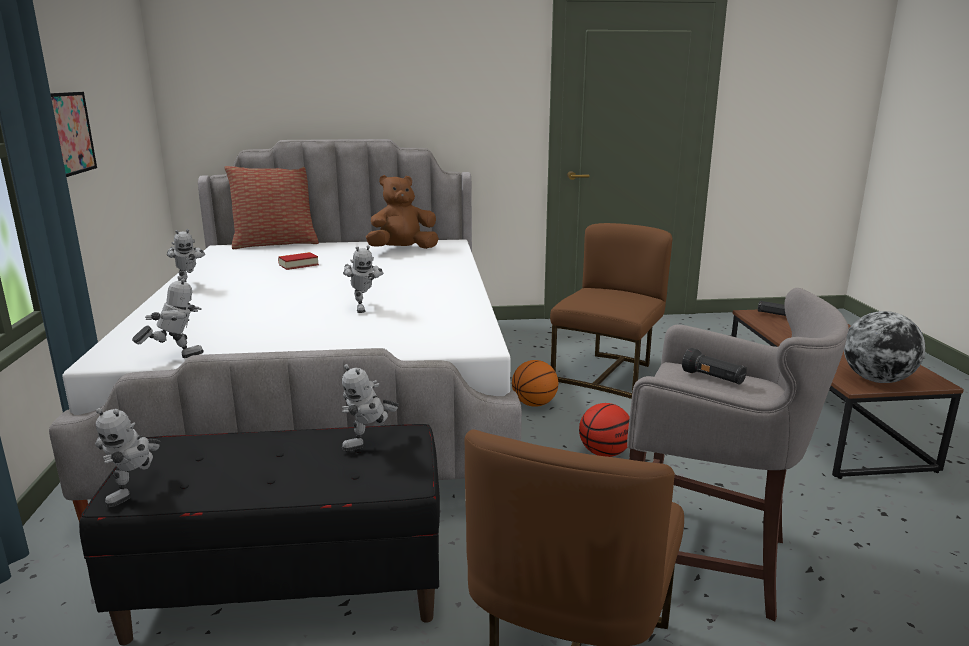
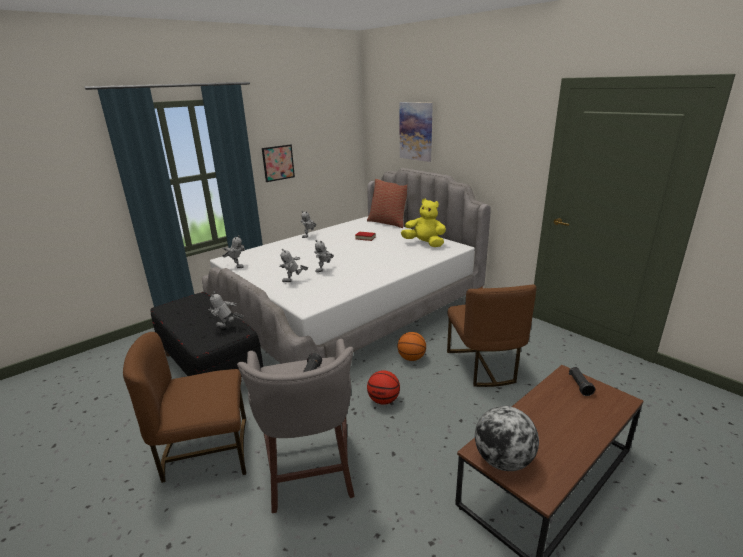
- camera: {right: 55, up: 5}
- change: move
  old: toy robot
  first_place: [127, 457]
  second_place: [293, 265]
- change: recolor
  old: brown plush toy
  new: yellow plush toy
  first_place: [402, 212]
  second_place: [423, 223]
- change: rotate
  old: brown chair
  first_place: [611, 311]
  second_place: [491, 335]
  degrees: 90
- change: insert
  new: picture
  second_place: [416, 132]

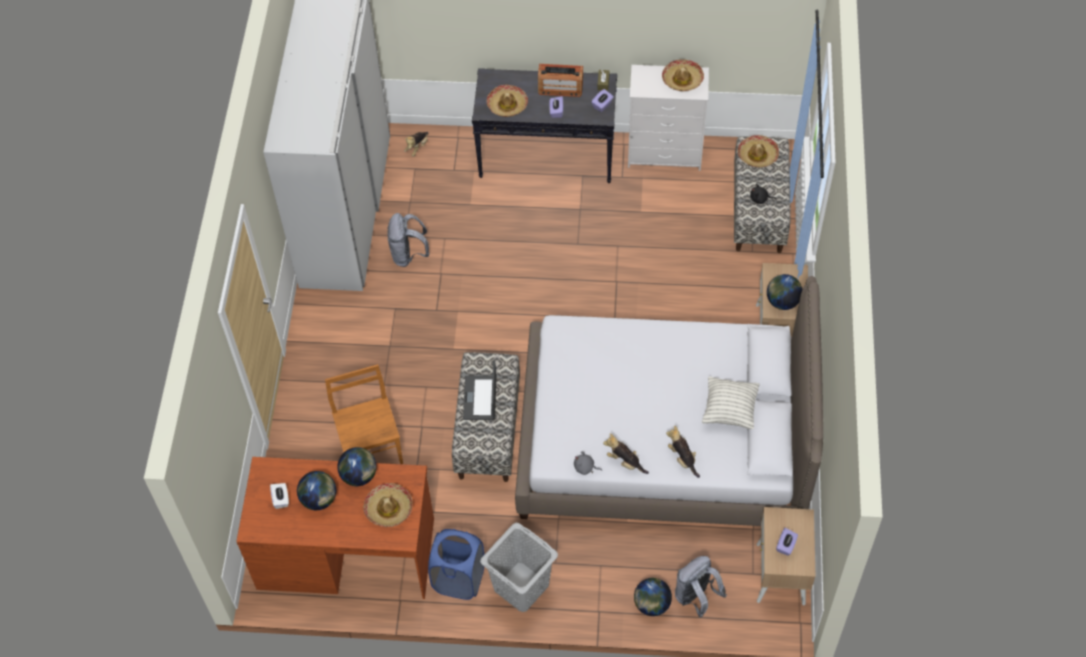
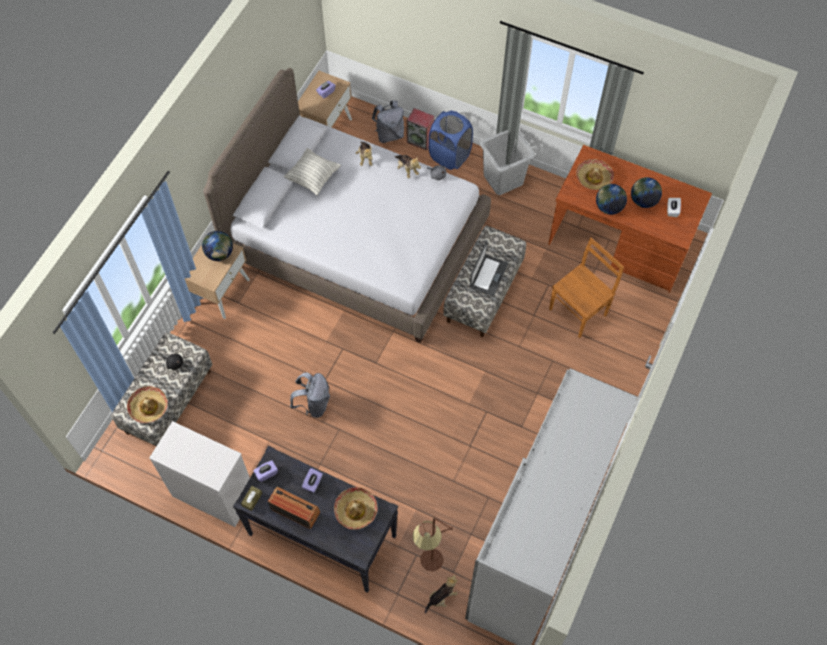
- camera: {right: -160, up: 5}
- change: rotate
  old: brown chair
  first_place: [364, 414]
  second_place: [586, 288]
  degrees: -135
- change: move
  old: grey backpack
  first_place: [408, 240]
  second_place: [310, 395]
- change: move
  old: blue laundry basket
  first_place: [456, 564]
  second_place: [451, 140]
- change: replace
  old: globe
  new: speaker
  first_place: [653, 597]
  second_place: [420, 129]
- change: delete
  old: hat
  first_place: [683, 75]
- change: insert
  new: brown floor lamp
  second_place: [433, 544]

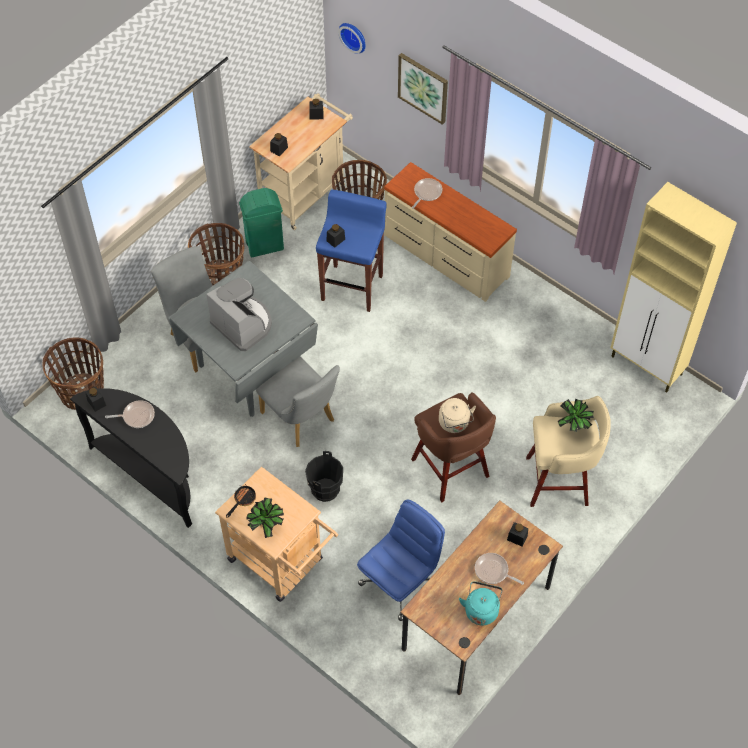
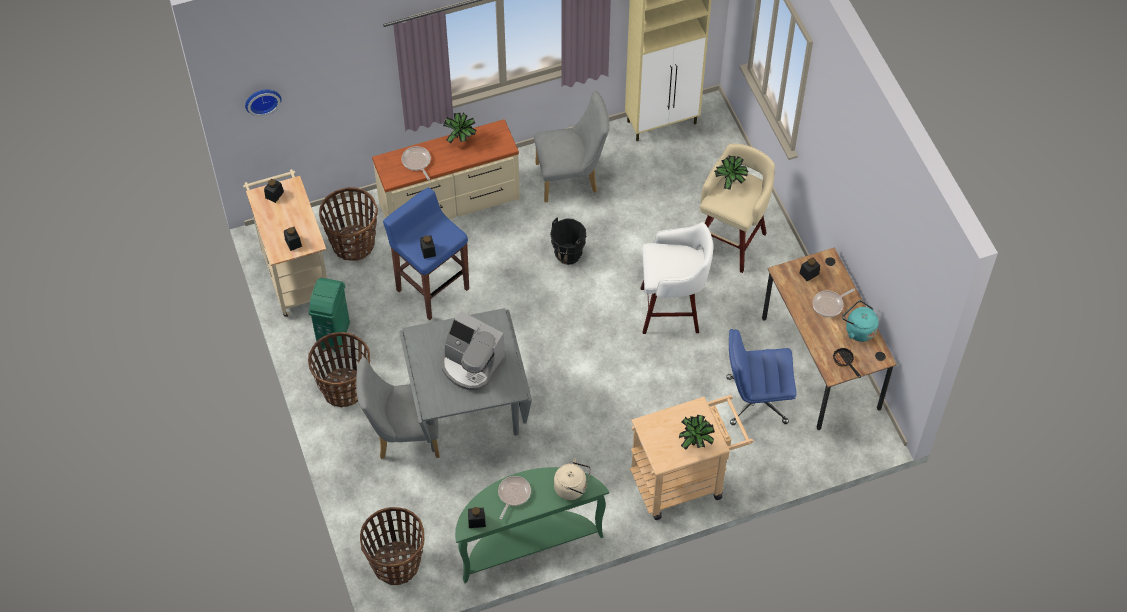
- camera: {right: -60, up: 0}
- change: recolor
  old: black console table
  new: green console table
  first_place: [131, 458]
  second_place: [532, 525]
- change: rotate
  old: coffee machine
  first_place: [239, 314]
  second_place: [473, 351]
  degrees: -135
- change: move
  old: frying pan
  first_place: [241, 501]
  second_place: [846, 363]
- change: move
  old: grey chair
  first_place: [298, 402]
  second_place: [571, 146]
- change: move
  old: black bucket
  first_place: [324, 476]
  second_place: [568, 241]
- change: rotate
  old: blue office chair
  first_place: [401, 560]
  second_place: [761, 377]
  degrees: -75
- change: delete
  old: picture
  first_place: [423, 89]
- change: recolor
  old: brown stool
  new: white stool
  first_place: [453, 447]
  second_place: [677, 278]
- change: move
  old: beige kettle
  first_place: [457, 415]
  second_place: [572, 479]
- change: insert
  new: potted plant
  second_place: [460, 128]

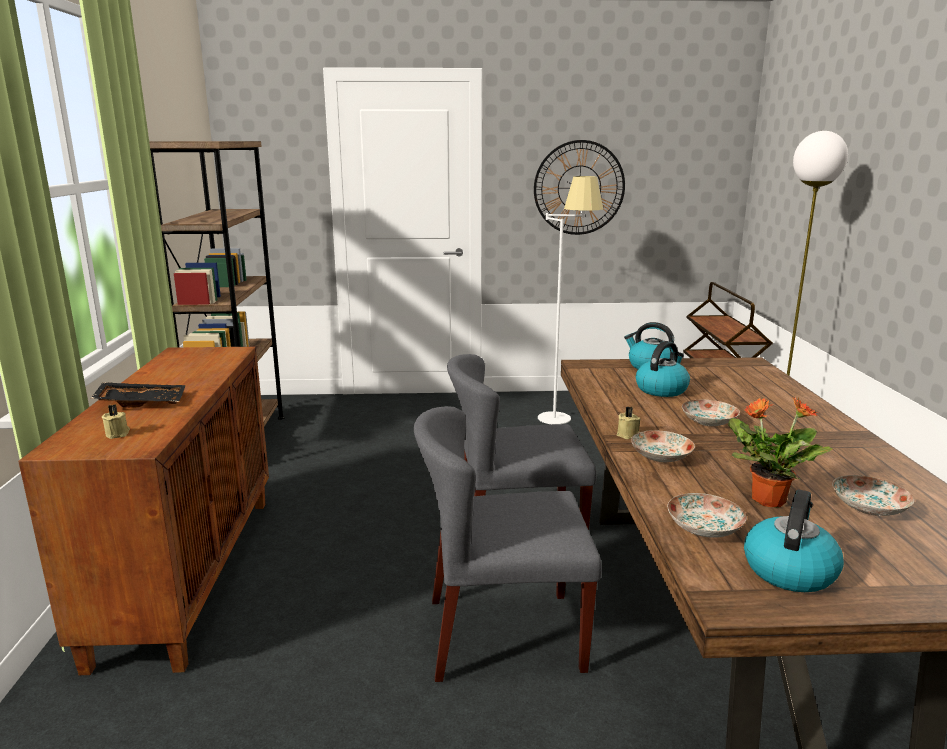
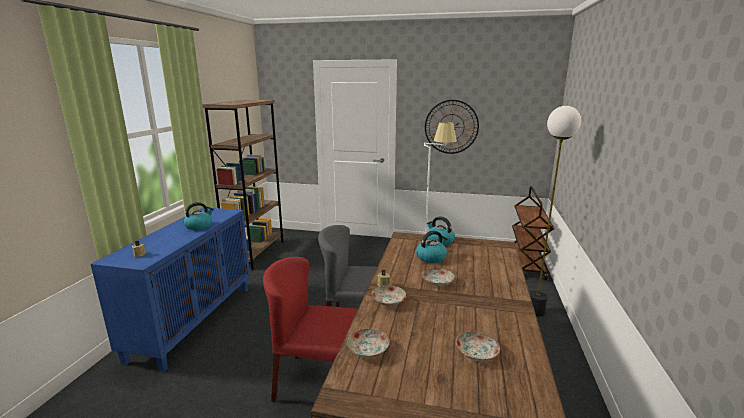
- camera: {right: 15, up: 0}
- change: recolor
  old: brown cabinet
  new: blue cabinet
  first_place: [143, 511]
  second_place: [170, 289]
- change: delete
  old: black tray
  first_place: [138, 395]
- change: recolor
  old: grey chair
  new: red chair
  first_place: [508, 544]
  second_place: [310, 329]
- change: delete
  old: potted plant
  first_place: [780, 452]
- change: move
  old: kettle
  first_place: [794, 540]
  second_place: [199, 216]

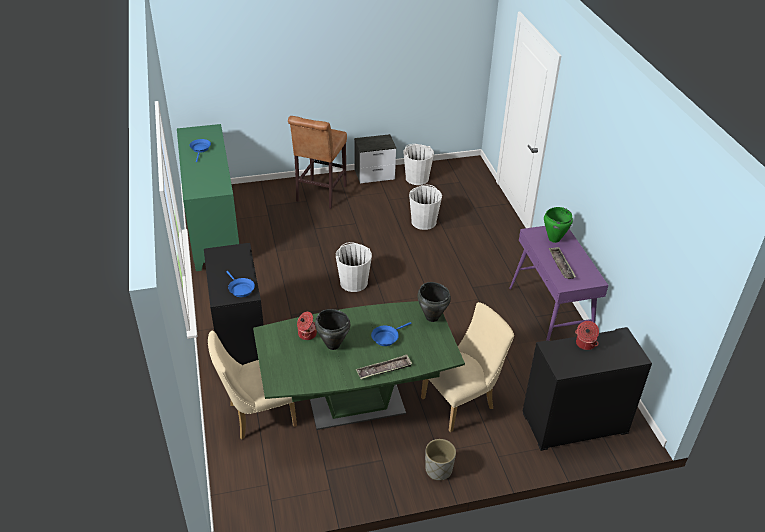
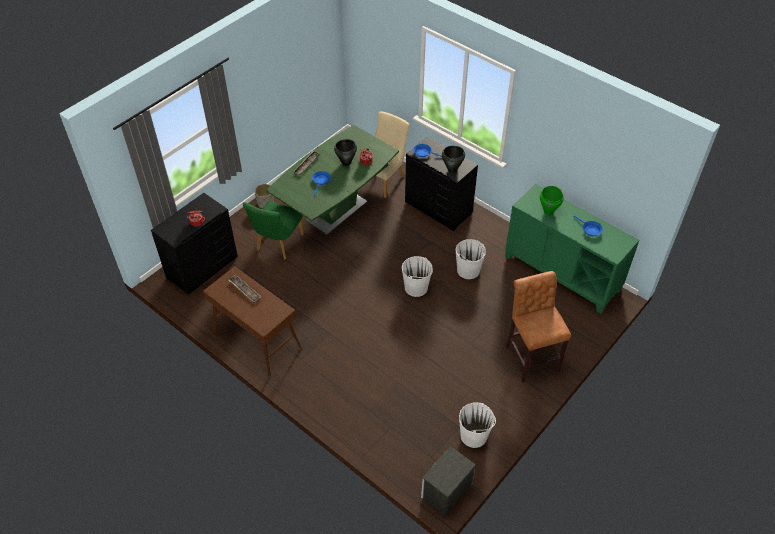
- camera: {right: 145, up: 10}
- change: move
  old: nightstand
  first_place: [375, 158]
  second_place: [448, 481]
- change: move
  old: white bucket
  first_place: [425, 207]
  second_place: [471, 259]
- change: move
  old: black cooking pot
  first_place: [434, 302]
  second_place: [453, 159]
- change: recolor
  old: beige chair
  new: green chair
  first_place: [467, 367]
  second_place: [273, 230]
- change: recolor
  old: purple console table
  new: brown console table
  first_place: [558, 283]
  second_place: [252, 321]
- change: move
  old: green cooking pot
  first_place: [558, 225]
  second_place: [552, 200]

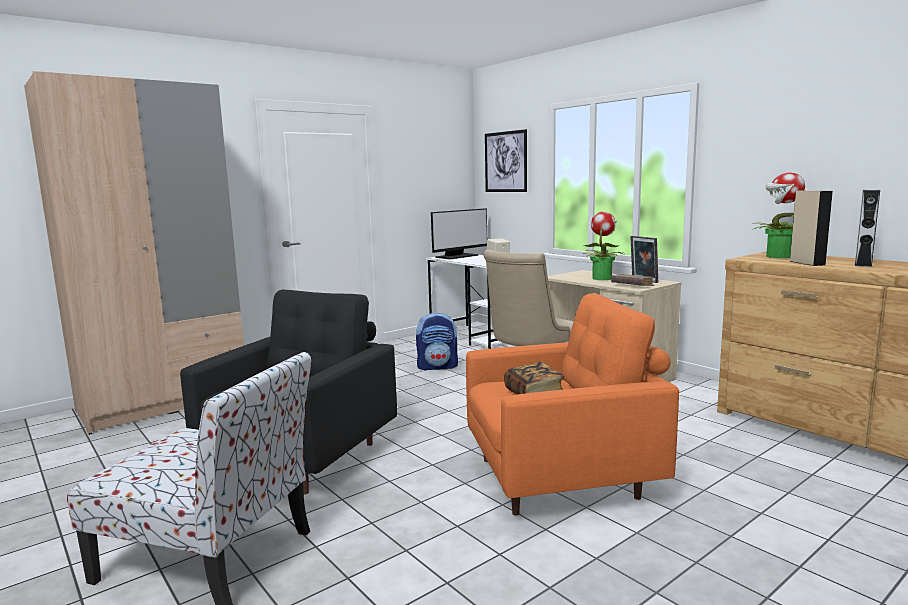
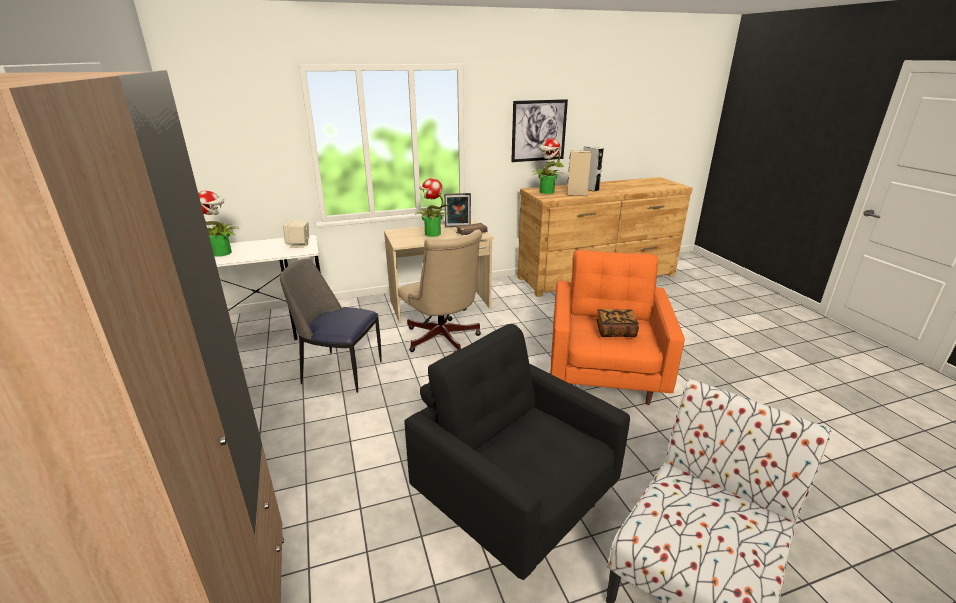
- camera: {right: -70, up: 15}
- change: replace
  old: backpack
  new: chair
  first_place: [437, 341]
  second_place: [331, 326]
- change: replace
  old: monitor
  new: potted plant
  first_place: [459, 233]
  second_place: [218, 224]
- change: move
  old: picture
  first_place: [506, 160]
  second_place: [539, 130]

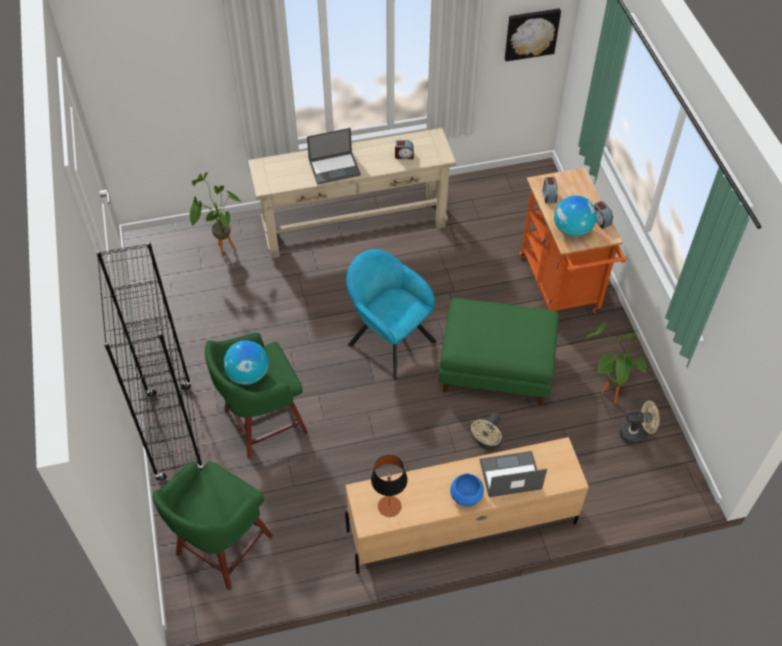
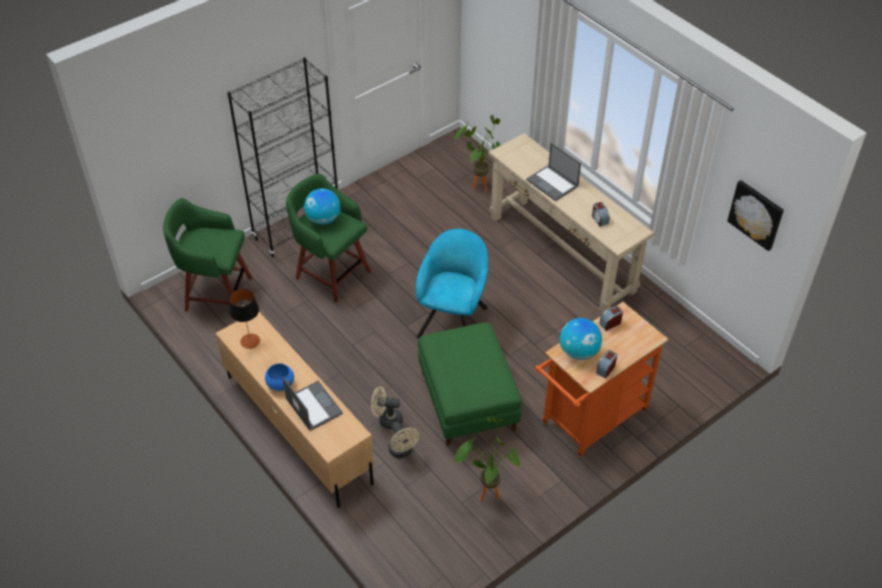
- camera: {right: 65, up: -5}
- change: move
  old: beige fan
  first_place: [640, 422]
  second_place: [403, 440]

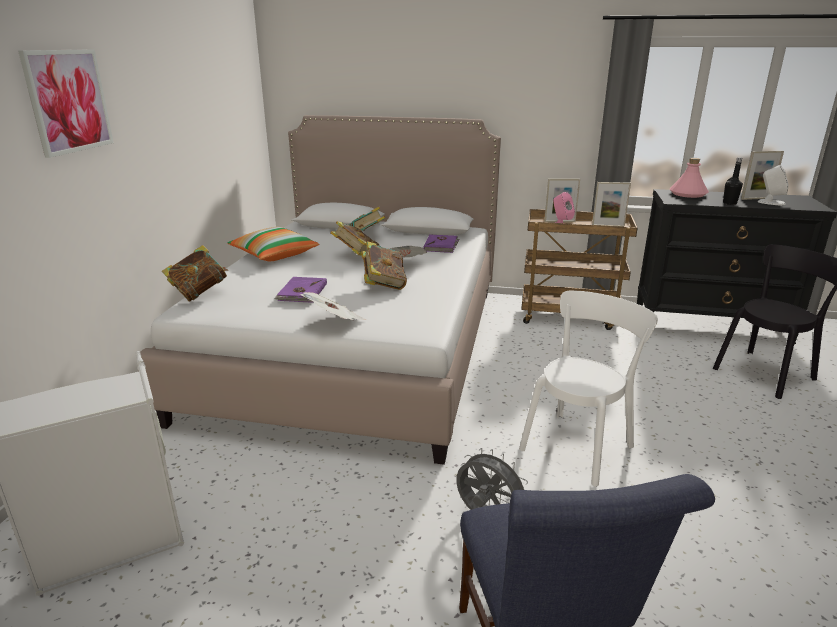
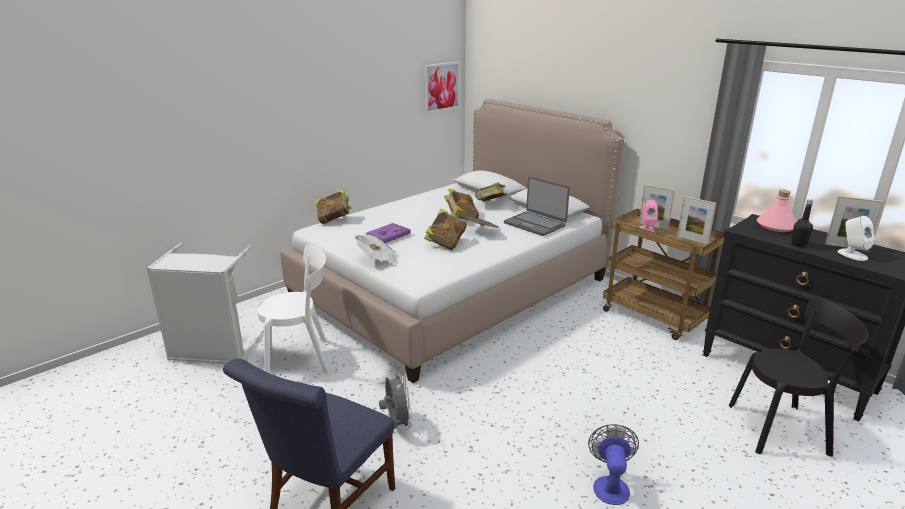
- camera: {right: 35, up: 0}
- change: move
  old: picture
  first_place: [66, 103]
  second_place: [442, 87]
- change: delete
  old: pillow
  first_place: [274, 244]
- change: replace
  old: purple book
  new: laptop
  first_place: [441, 244]
  second_place: [537, 206]
- change: move
  old: white chair
  first_place: [588, 388]
  second_place: [293, 309]
- change: insert
  new: fan
  second_place: [613, 464]

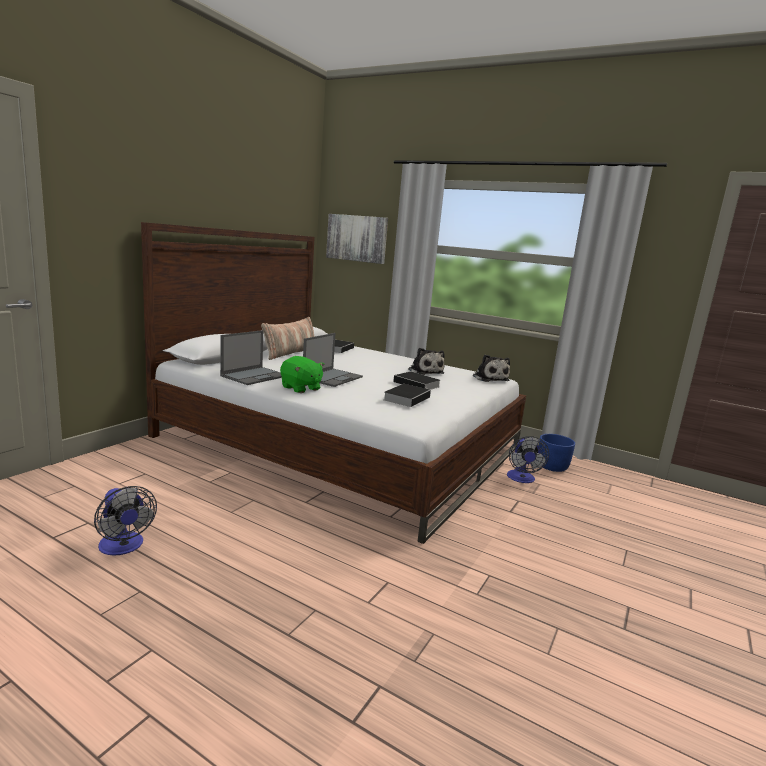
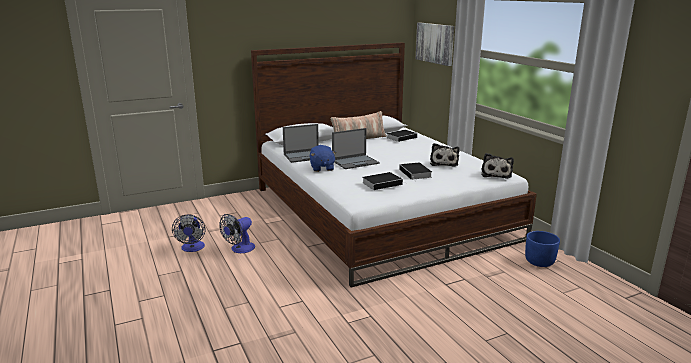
- camera: {right: 35, up: 5}
- change: recolor
  old: green plush toy
  new: blue plush toy
  first_place: [302, 374]
  second_place: [323, 158]
- change: move
  old: fan
  first_place: [528, 459]
  second_place: [237, 233]

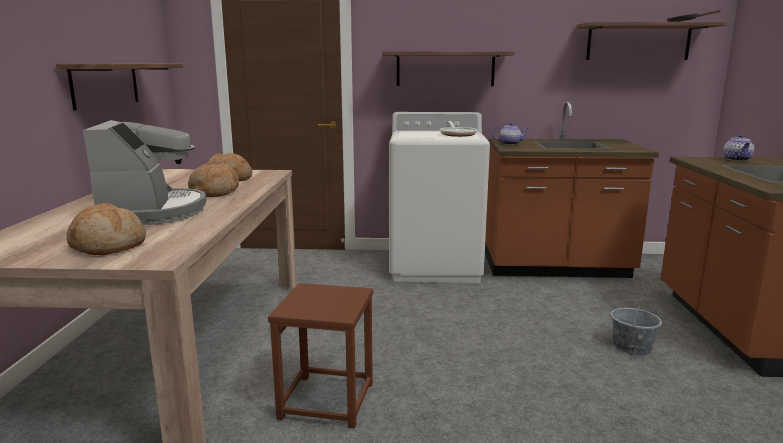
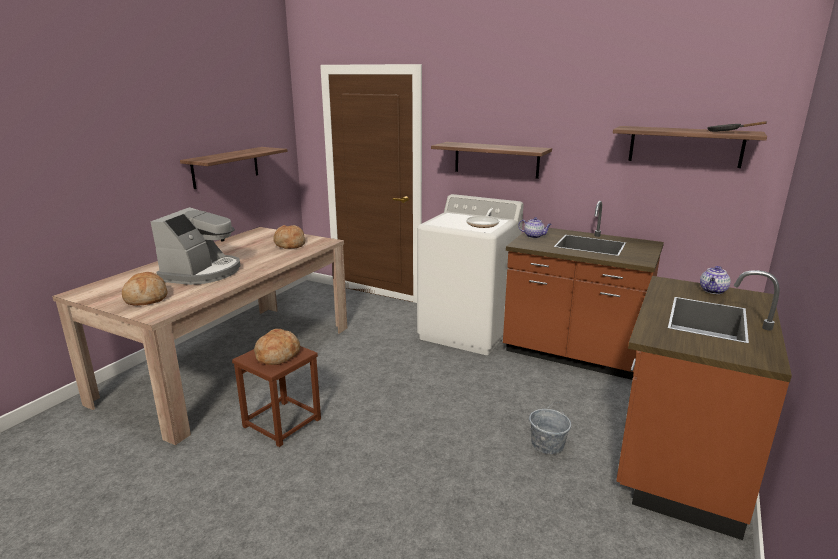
- camera: {right: 25, up: 5}
- change: move
  old: bread
  first_place: [213, 180]
  second_place: [277, 347]

